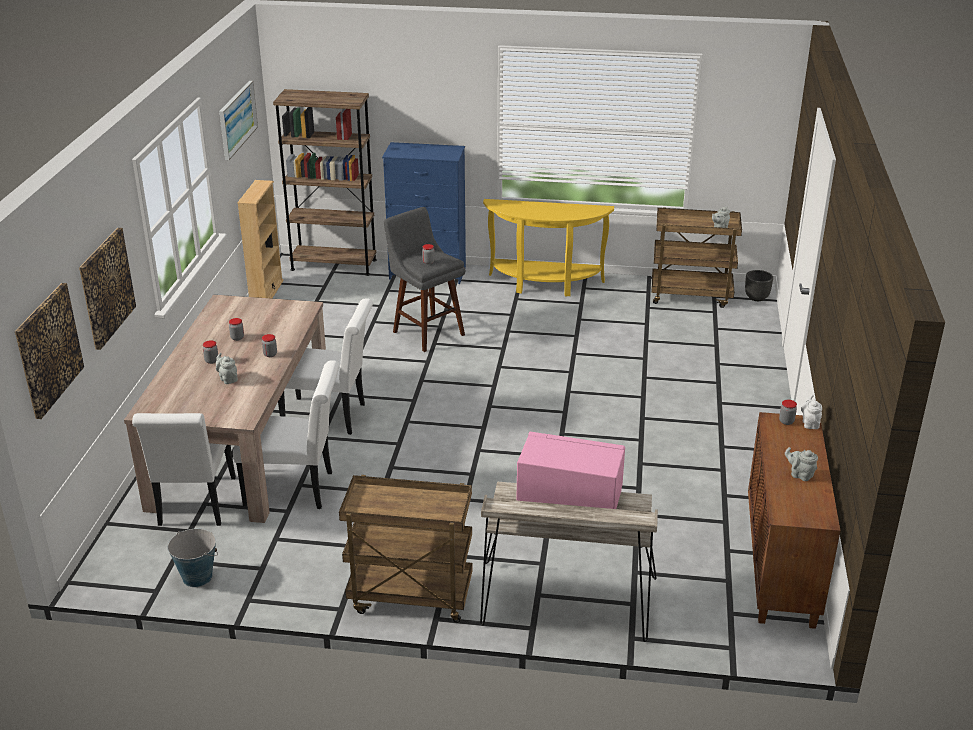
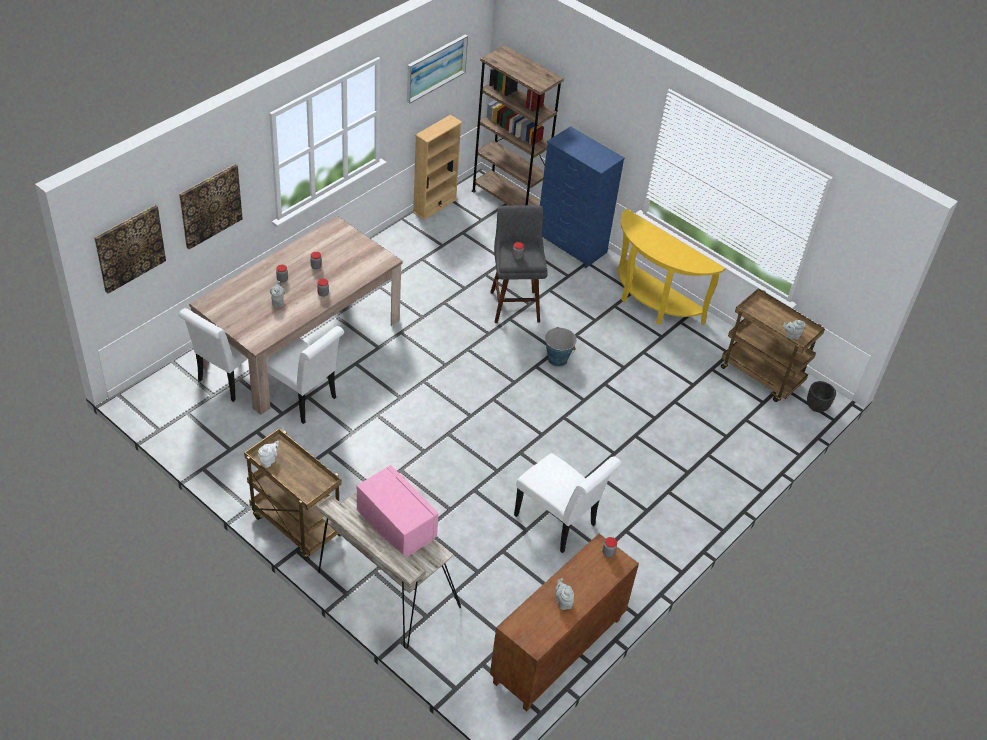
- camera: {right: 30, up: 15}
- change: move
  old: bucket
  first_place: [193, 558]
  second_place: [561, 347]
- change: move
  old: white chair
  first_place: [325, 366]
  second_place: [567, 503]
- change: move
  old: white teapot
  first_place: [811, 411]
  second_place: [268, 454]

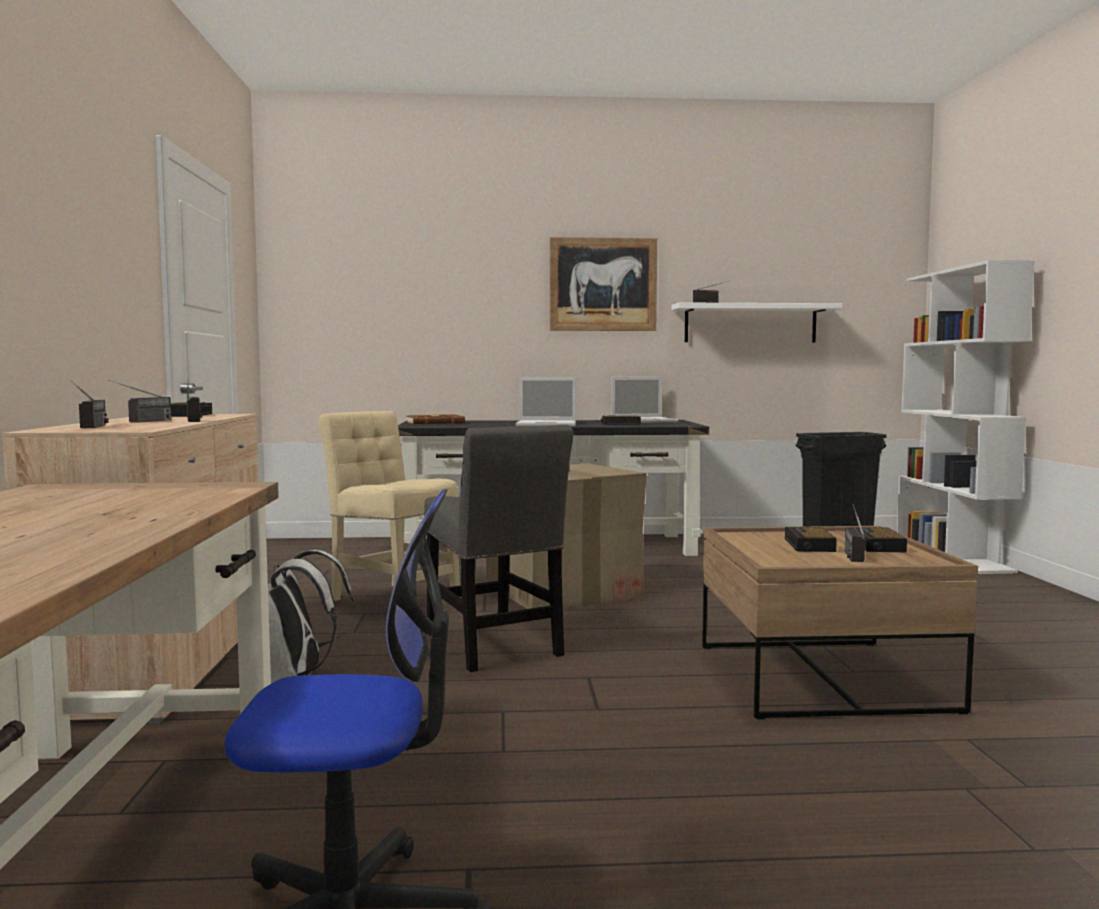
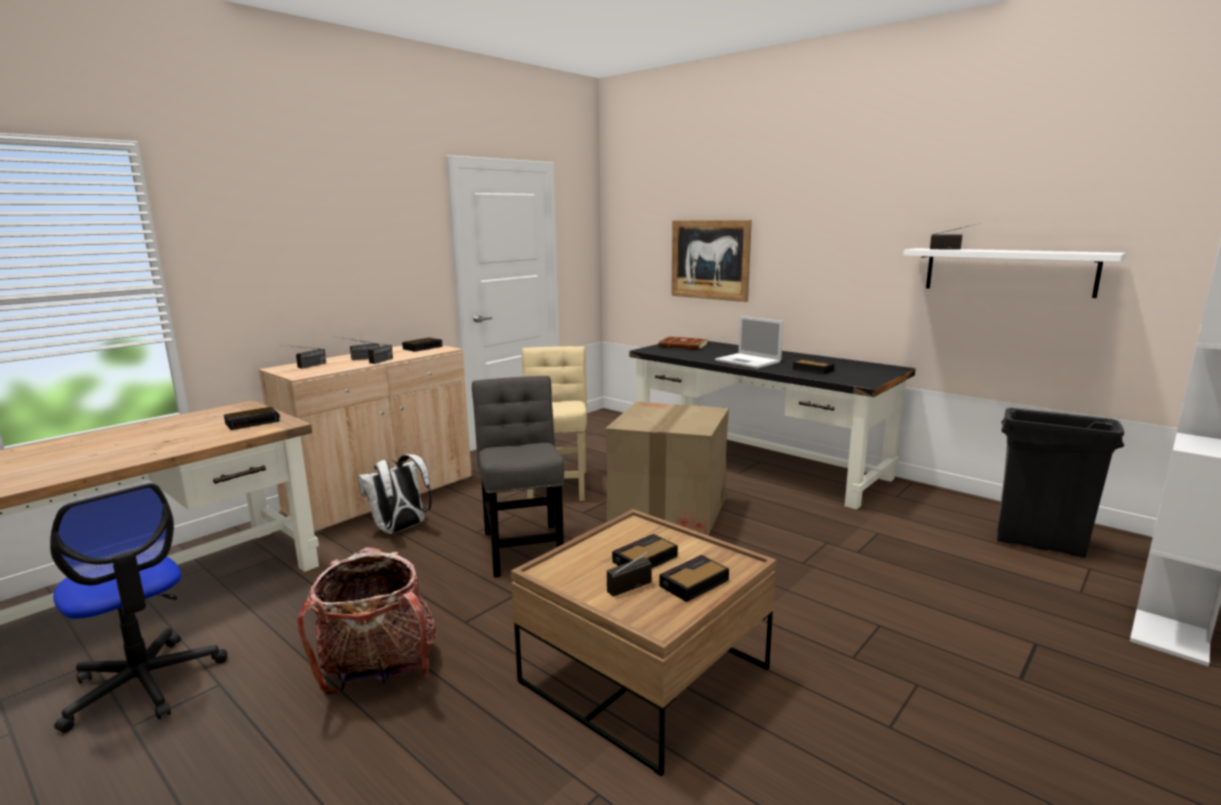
- camera: {right: 45, up: 10}
- change: rotate
  old: grey chair
  first_place: [499, 548]
  second_place: [518, 476]
  degrees: 150
- change: move
  old: picture
  first_place: [603, 284]
  second_place: [711, 261]
- change: delete
  old: laptop
  first_place: [644, 400]
- change: insert
  new: alarm clock
  second_place: [252, 418]
- change: insert
  new: backpack
  second_place: [367, 621]

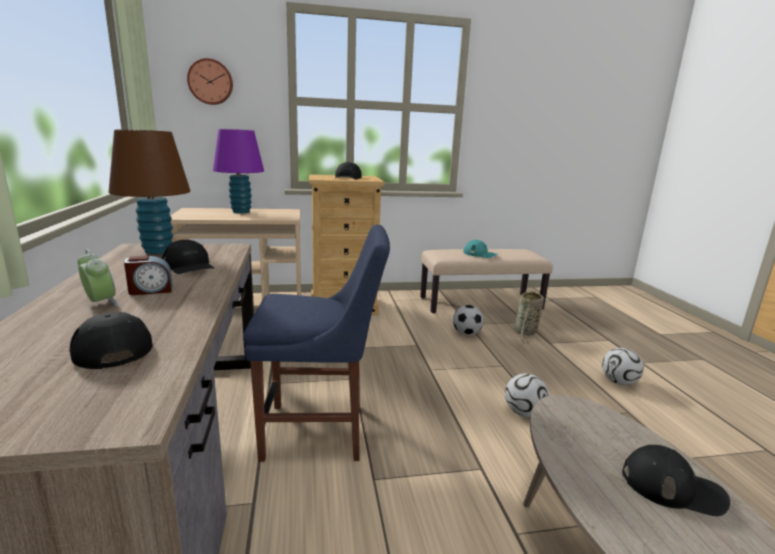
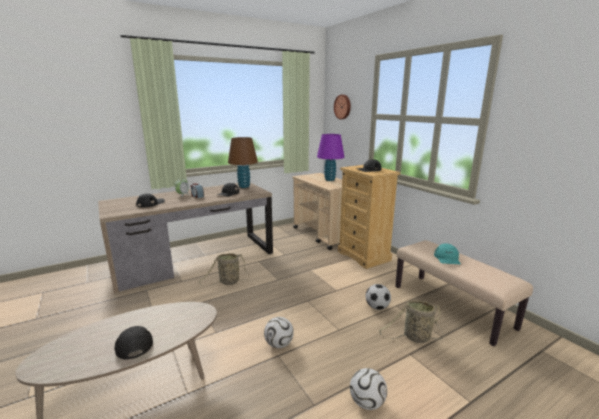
- camera: {right: 70, up: 0}
- change: replace
  old: blue chair
  new: basket
  first_place: [316, 343]
  second_place: [224, 270]
- change: rotate
  old: black cap
  first_place: [676, 480]
  second_place: [134, 343]
  degrees: 150

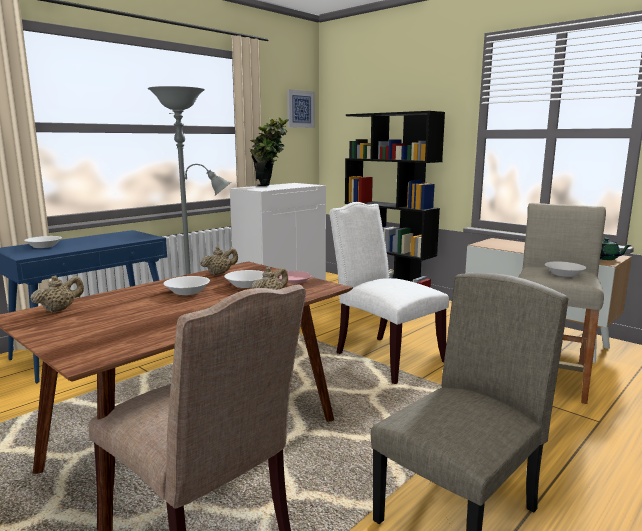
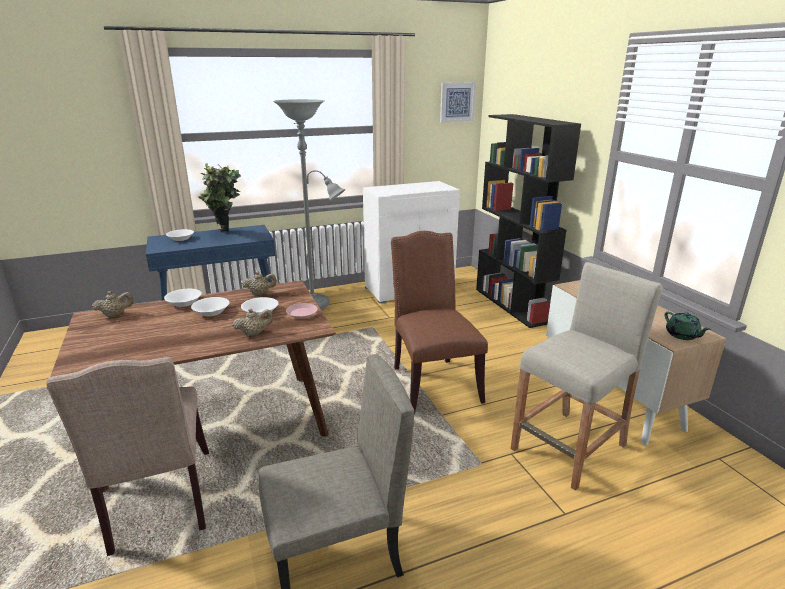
- camera: {right: 25, up: 10}
- change: move
  old: potted plant
  first_place: [269, 151]
  second_place: [219, 197]
- change: recolor
  old: white chair
  new: brown chair
  first_place: [389, 293]
  second_place: [439, 322]
- change: move
  old: white bowl
  first_place: [565, 269]
  second_place: [183, 298]

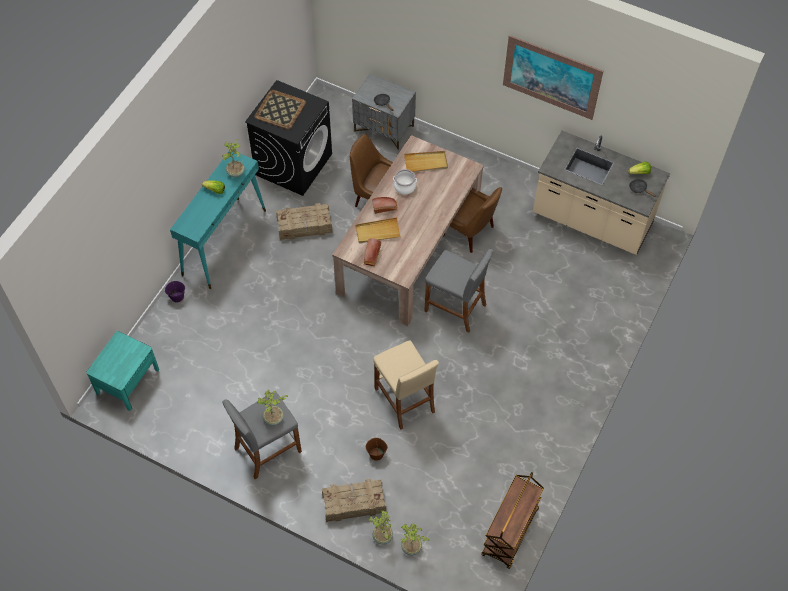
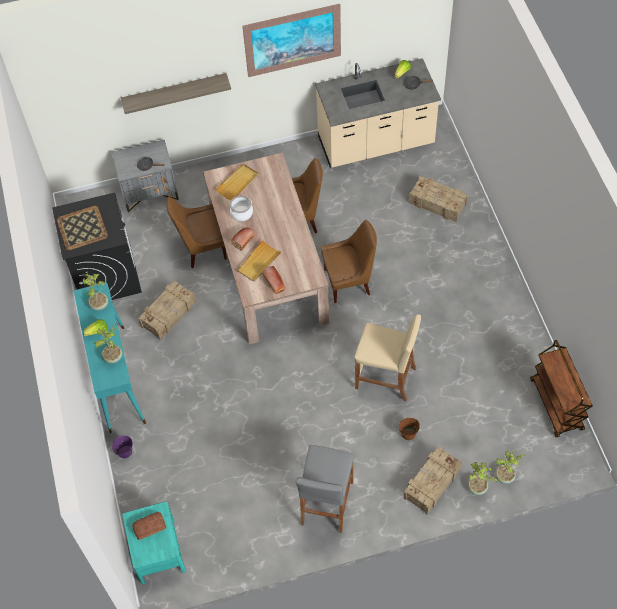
- camera: {right: -40, up: 0}
- change: move
  old: potted plant
  first_place: [272, 408]
  second_place: [108, 344]
- change: replace
  old: grey stool
  new: brown chair
  first_place: [458, 291]
  second_place: [349, 261]
- change: insert
  new: shelf
  second_place: [176, 93]
- change: insert
  new: bread
  second_place: [149, 526]
- change: insert
  new: crate
  second_place: [438, 199]

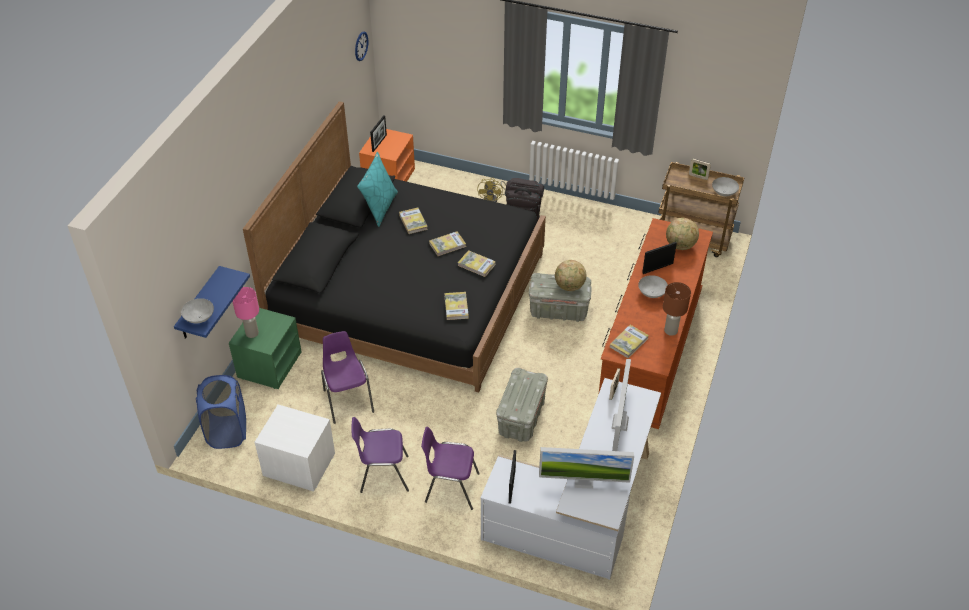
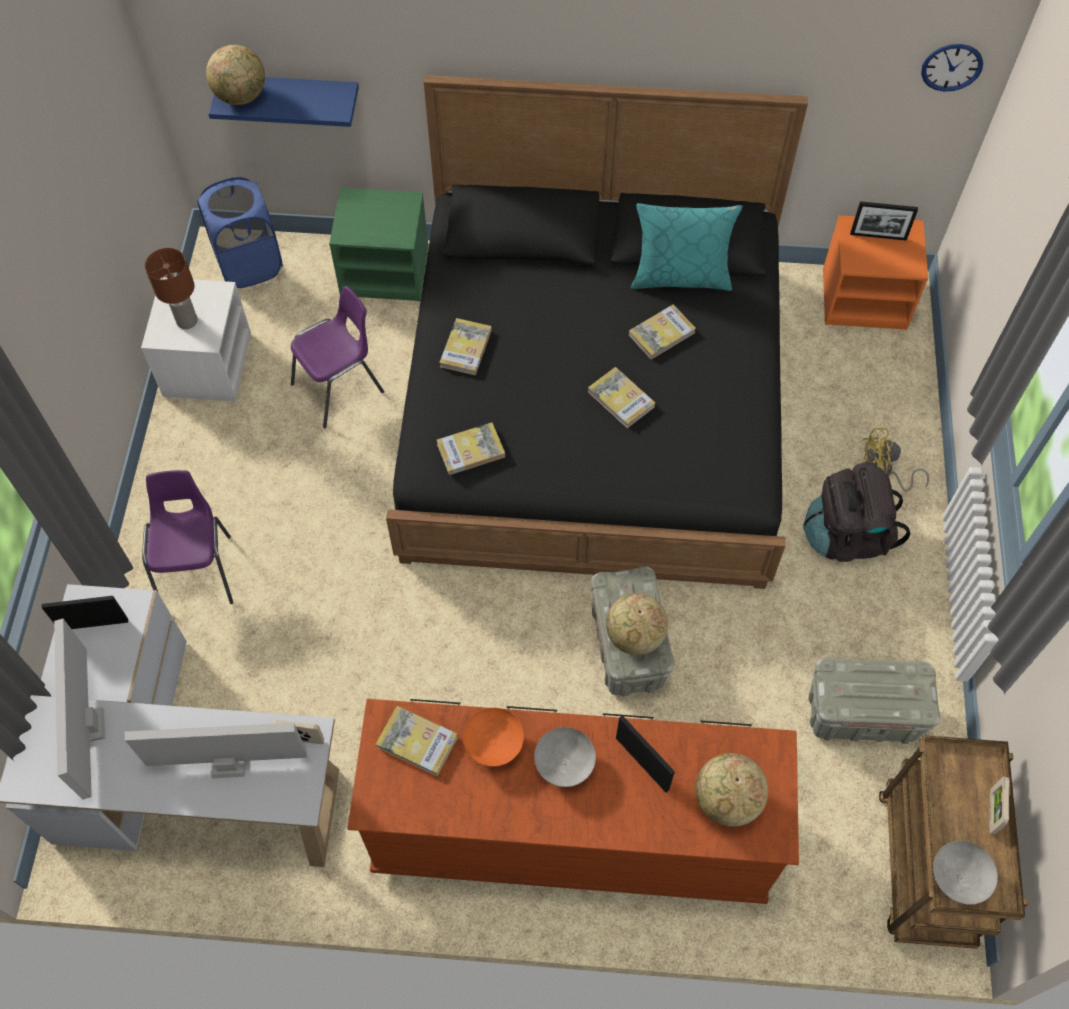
- camera: {right: 75, up: 15}
- change: replace
  old: grey bowl
  new: globe
  first_place: [197, 310]
  second_place: [235, 75]
- change: delete
  old: pink table lamp
  first_place: [245, 312]
- change: delete
  old: purple chair
  first_place: [380, 455]
- change: move
  old: book
  first_place: [477, 263]
  second_place: [465, 346]
- change: move
  old: grey storage box
  first_place: [522, 405]
  second_place: [874, 701]
- change: move
  old: brown table lamp
  first_place: [677, 309]
  second_place: [171, 288]
- change: insert
  new: orange bowl
  second_place: [493, 737]

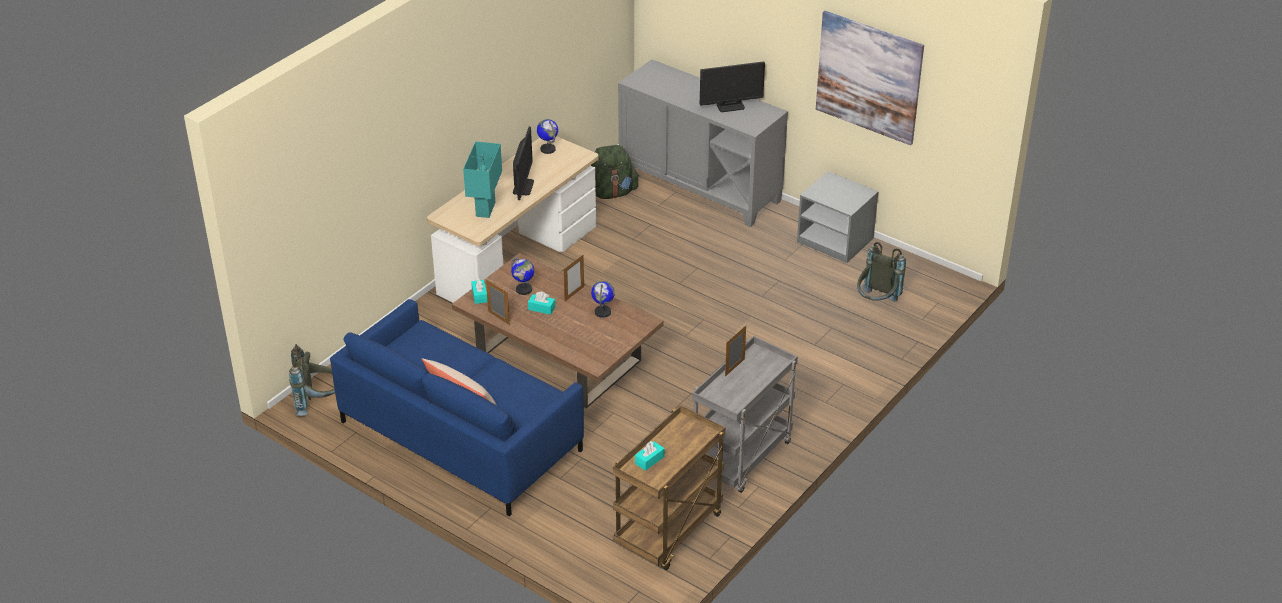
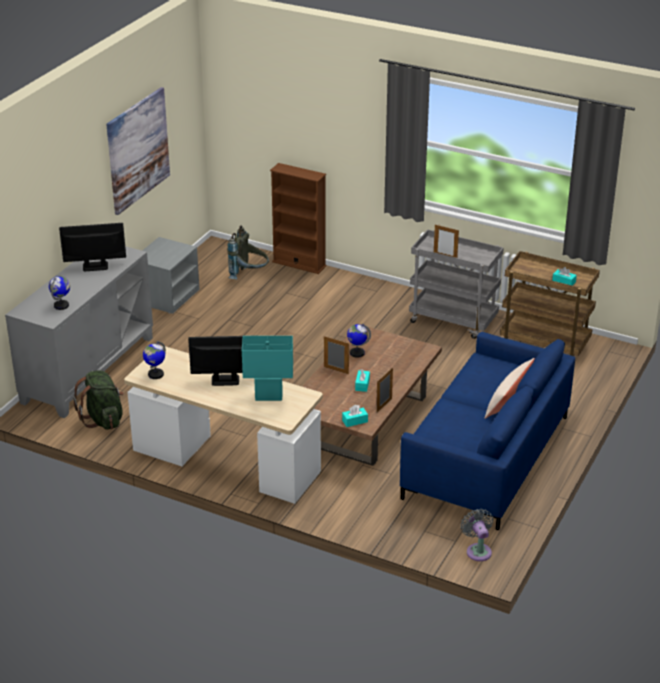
- camera: {right: -100, up: -5}
- change: replace
  old: grey backpack
  new: grey fan
  first_place: [312, 380]
  second_place: [477, 535]
- change: move
  old: globe
  first_place: [522, 276]
  second_place: [59, 293]
- change: rotate
  old: monitor
  first_place: [732, 86]
  second_place: [92, 247]
  degrees: -75
- change: insert
  new: brown bookcase
  second_place: [298, 218]

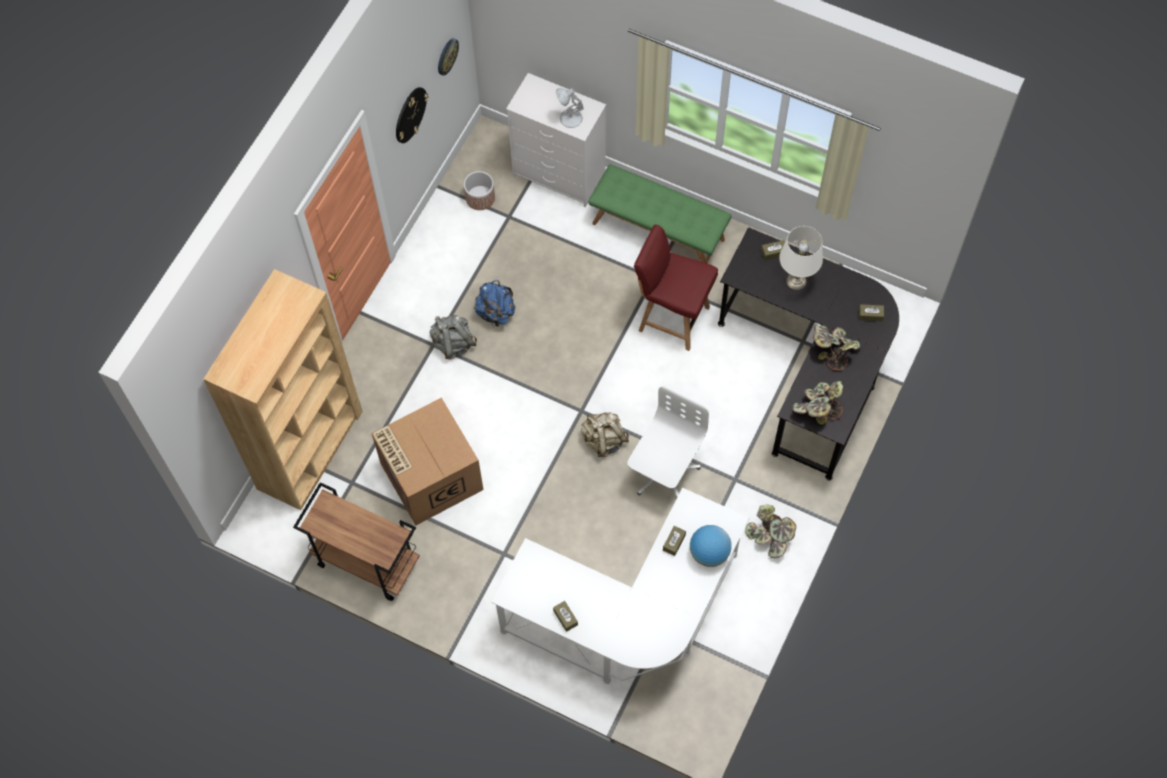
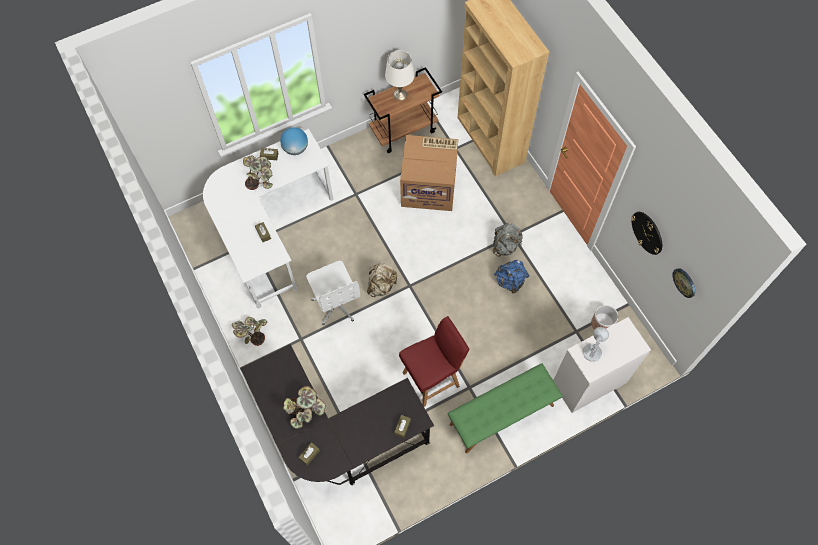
- camera: {right: 125, up: 0}
- change: move
  old: globe
  first_place: [711, 546]
  second_place: [294, 141]
- change: move
  old: white table lamp
  first_place: [801, 258]
  second_place: [400, 75]
- change: move
  old: potted plant
  first_place: [817, 403]
  second_place: [258, 173]

